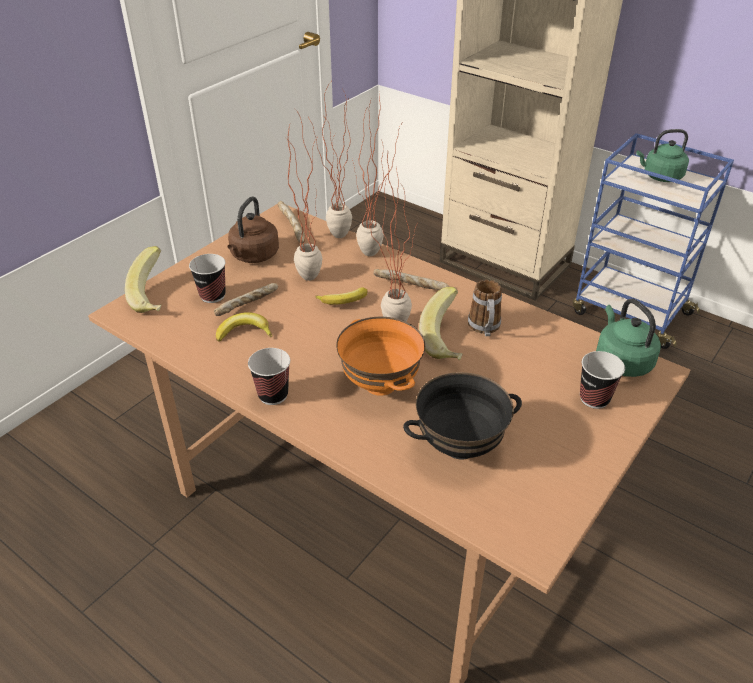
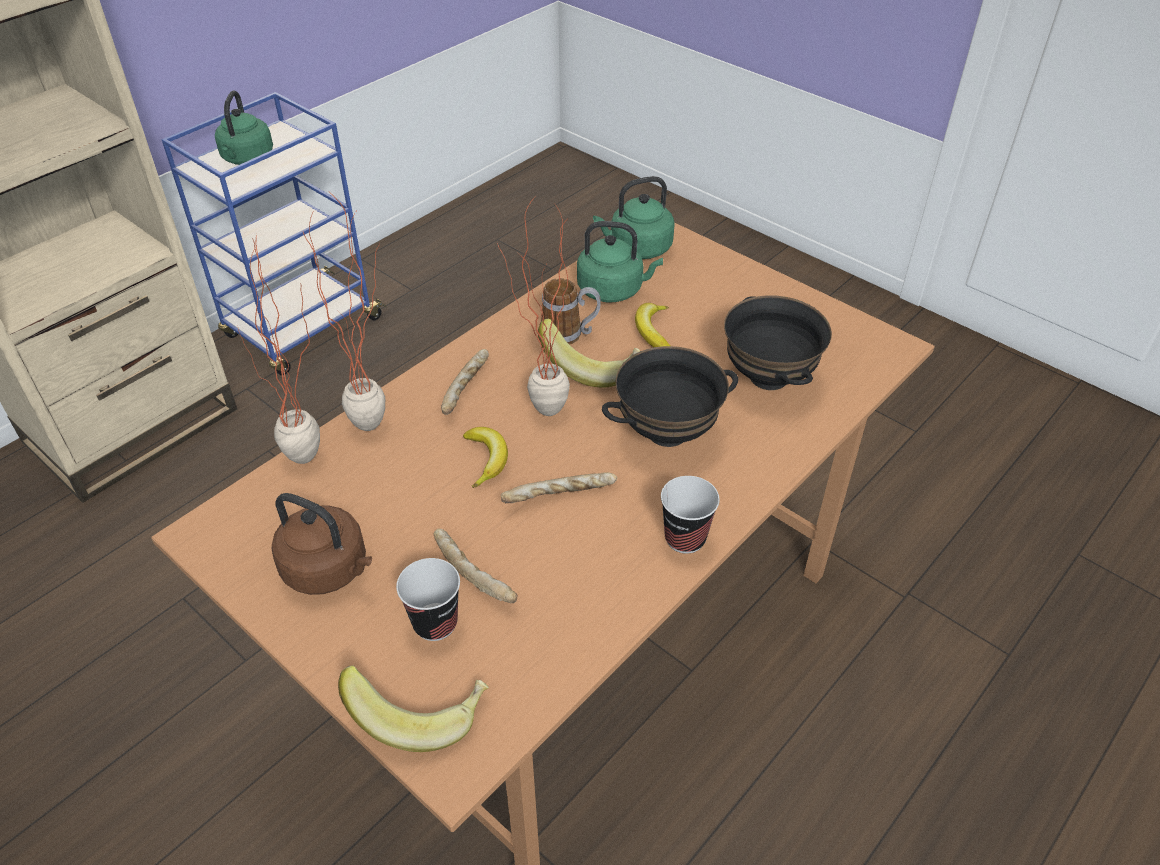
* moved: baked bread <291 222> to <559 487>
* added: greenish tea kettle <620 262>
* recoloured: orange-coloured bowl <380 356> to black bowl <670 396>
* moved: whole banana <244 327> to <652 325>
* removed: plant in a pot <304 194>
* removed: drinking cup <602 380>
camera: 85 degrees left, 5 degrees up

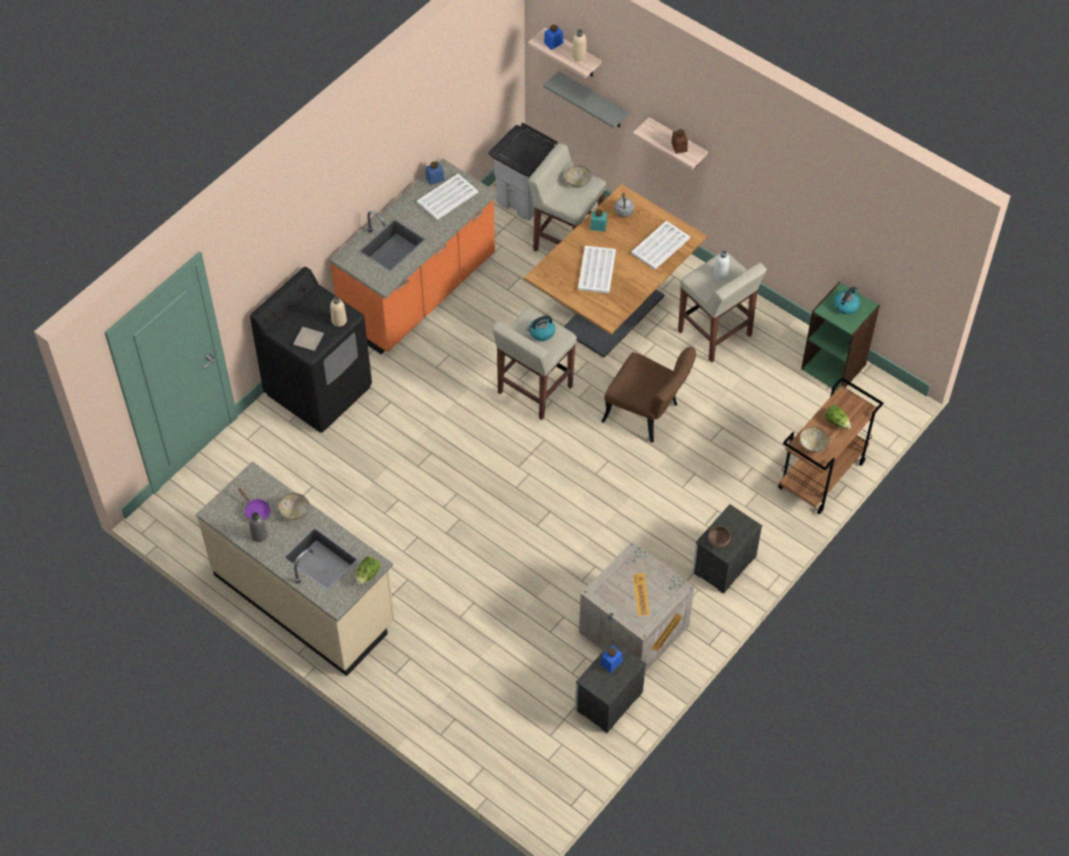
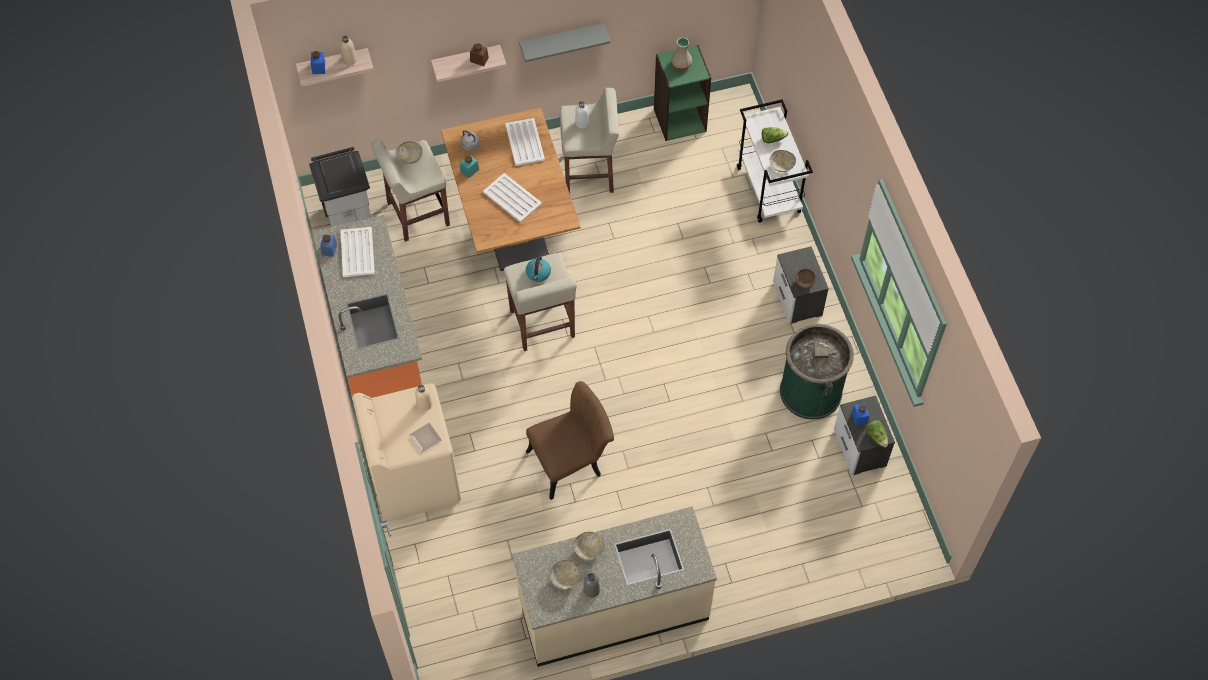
* recoloured: black washing machine <311 350> to beige washing machine <406 452>
* moved: grey bracket shelf <586 99> to <564 42>
* moved: brownish plain chair <648 395> to <570 440>
* replaced: purple pan <254 504> to bowl <565 574>
* replaced: tea kettle <847 300> to beige vase <681 53>
* recoloured: brownish cart <831 445> to white-coloured cart <775 161>
* replaced: shipping crate <636 606> to greenish trash can <817 372>
* moved: head of lettuce <368 570> to <877 433>
camera: 55 degrees left, 5 degrees up

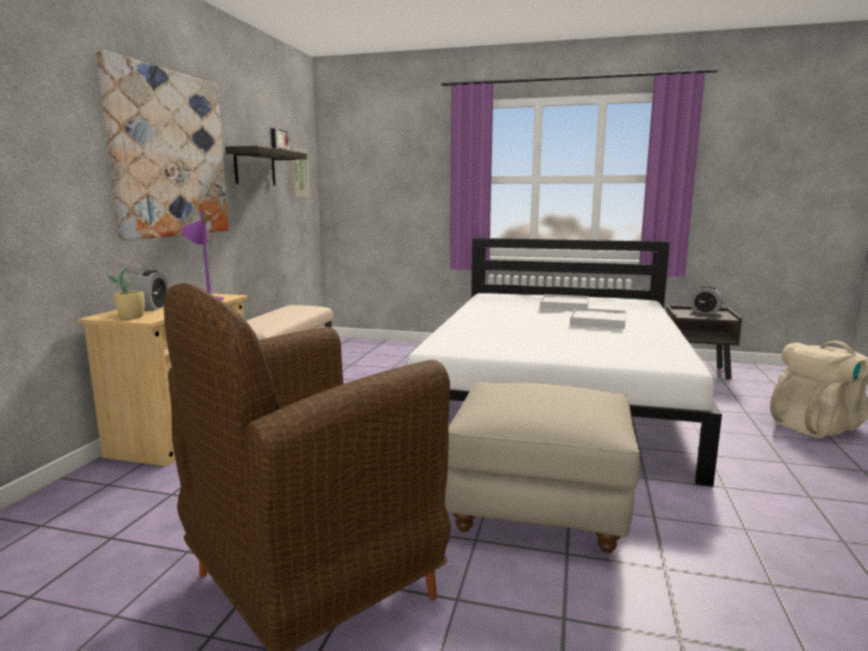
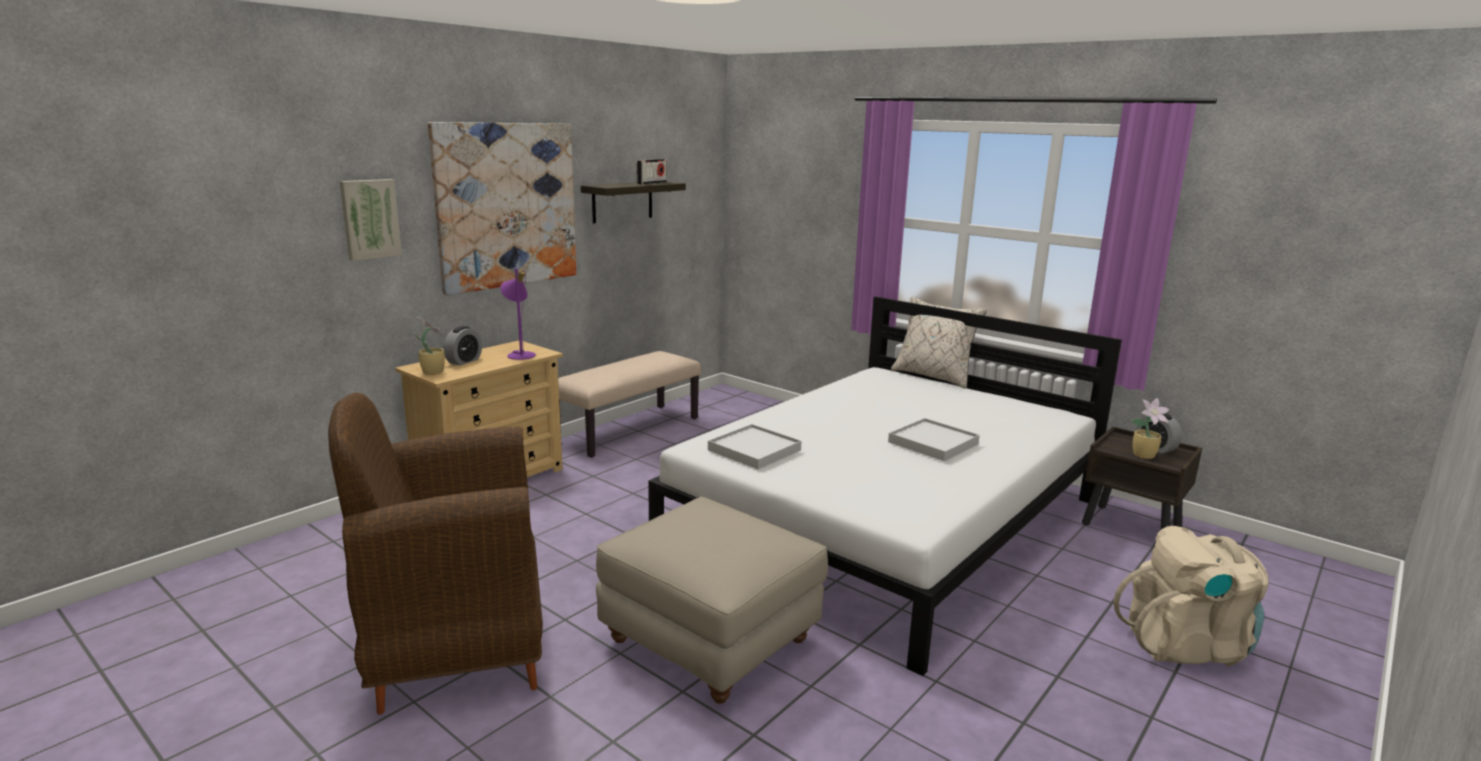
* moved: wall art <299 172> to <371 220>
* moved: white-coloured serving tray <564 302> to <755 446>
* added: beige cushion <939 343>
* added: plant in a pot <1150 428>
camera: 25 degrees right, 5 degrees up

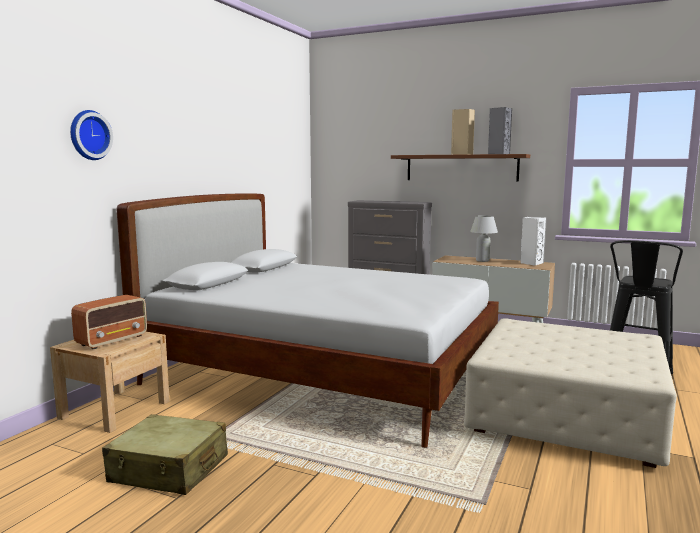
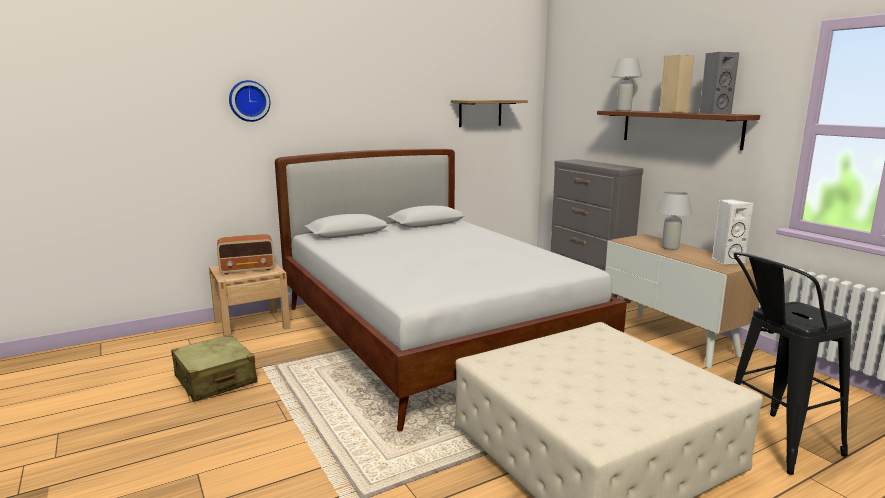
* added: bracket shelf <489 113>
* added: white-coloured lamp for a table <626 84>
camera: 35 degrees right, 5 degrees up

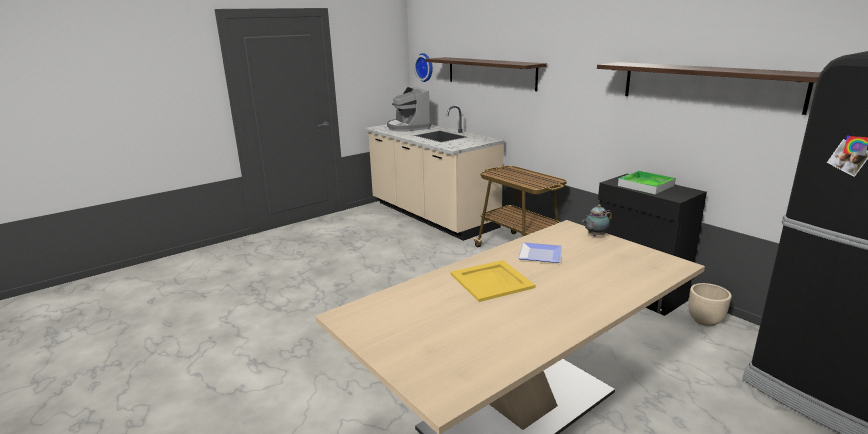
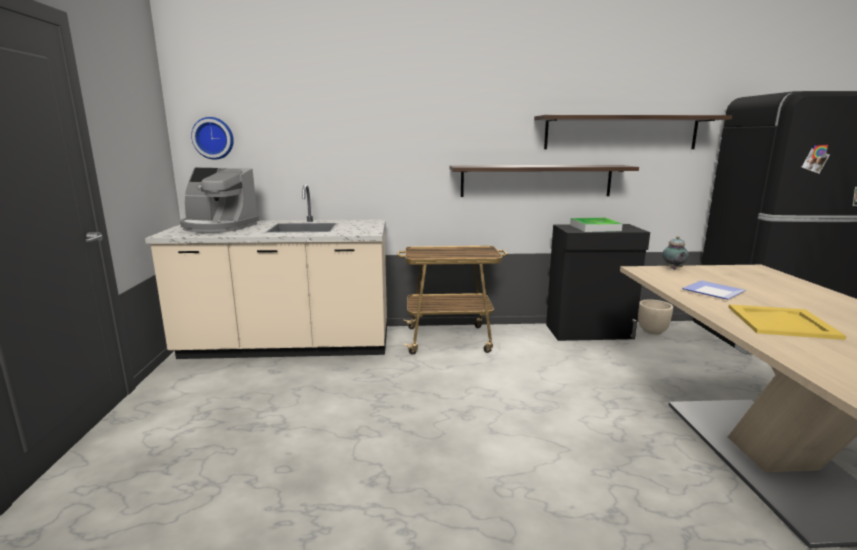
* moved: bracket shelf <486 74> to <544 181>
camera: 55 degrees left, 5 degrees down

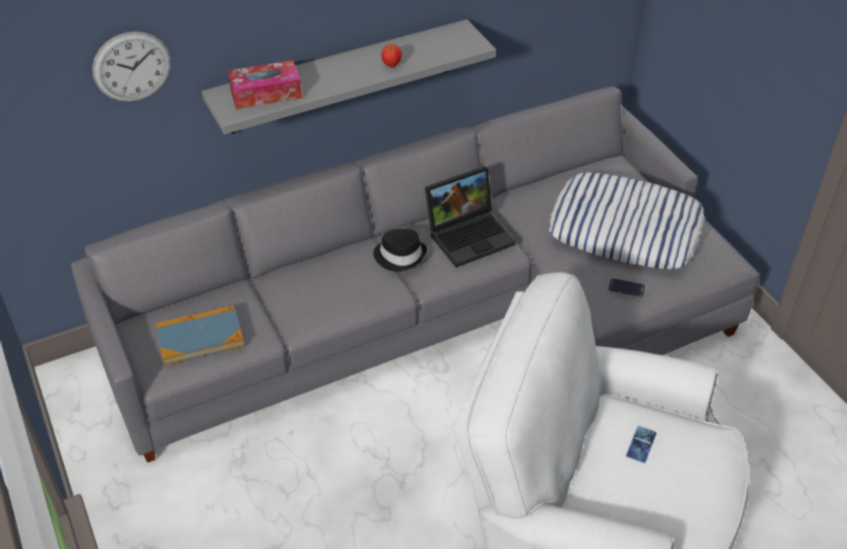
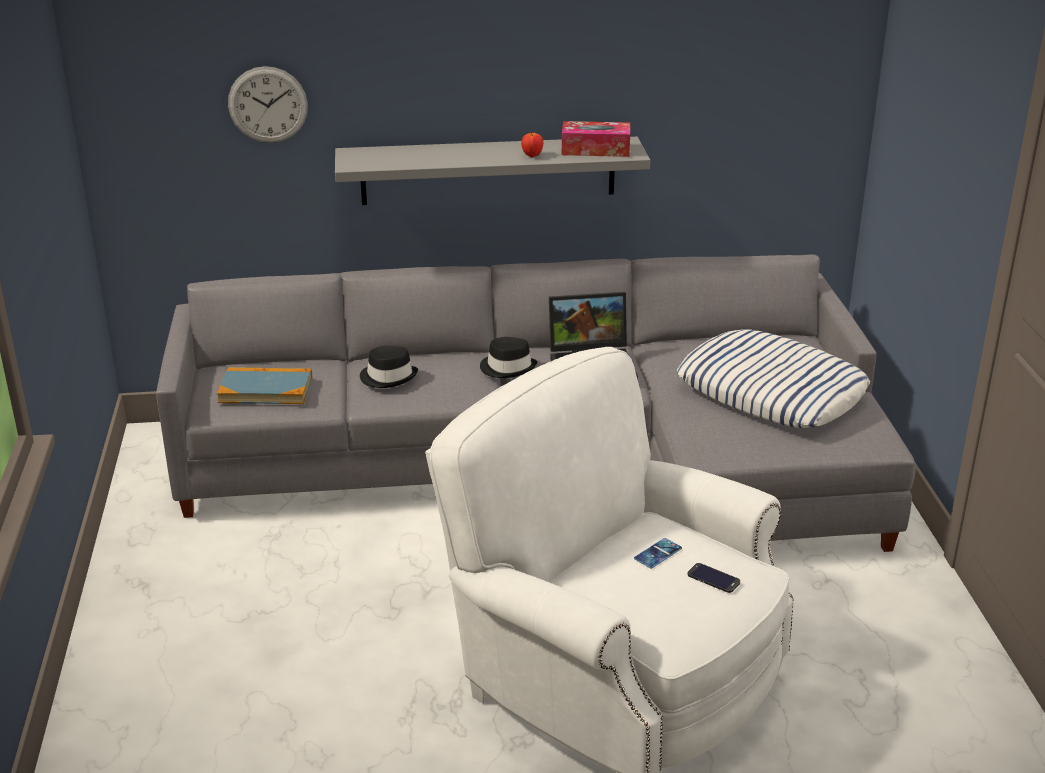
* added: black hat <389 367>
* moved: tissue box <265 84> to <596 139>
* moved: handset <626 287> to <713 578>
camera: 20 degrees right, 15 degrees down

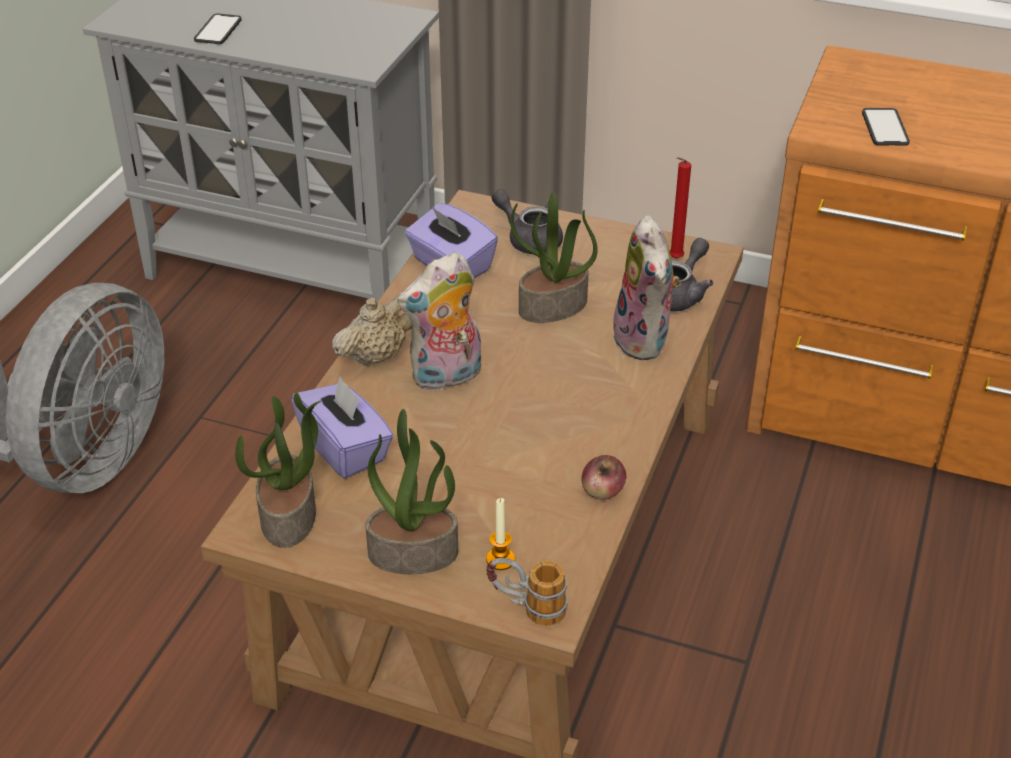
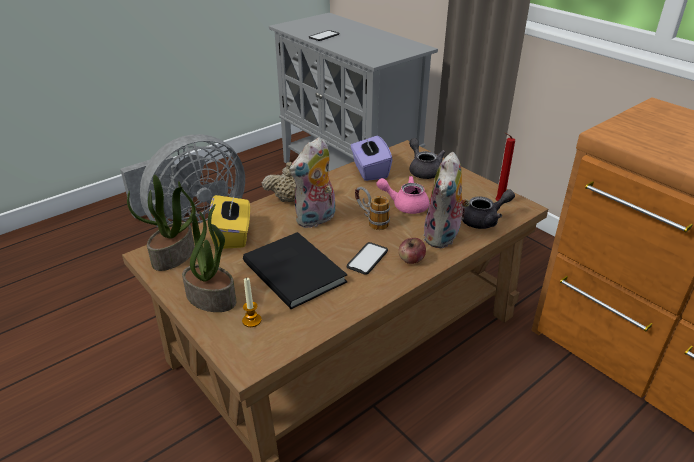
* recoloured: purple tissue box <342 427> to yellowish tissue box <229 221>
* added: black book <295 270>
* turned: plush toy <439 321> = <312 182> 45 degrees counterclockwise
* moved: handset <886 127> to <367 258>
* moved: mug <527 592> to <372 208>
* replaced: plant in a pot <554 257> to pink pot for tea <402 195>
* moved: apple <604 477> to <412 251>
camera: 30 degrees right, 5 degrees down

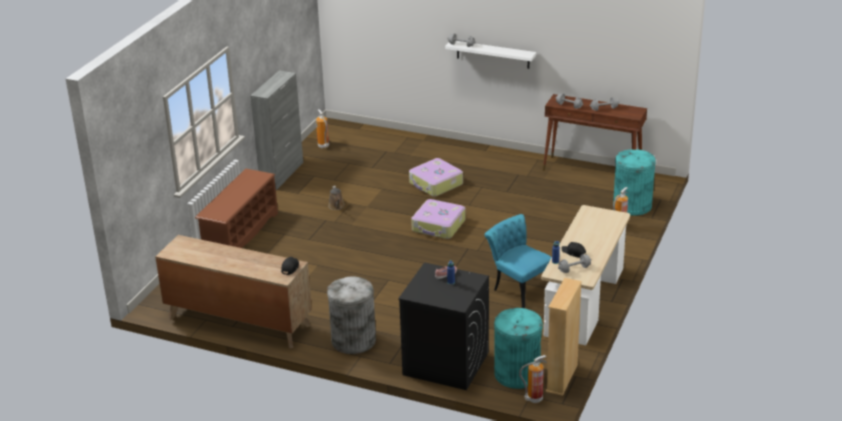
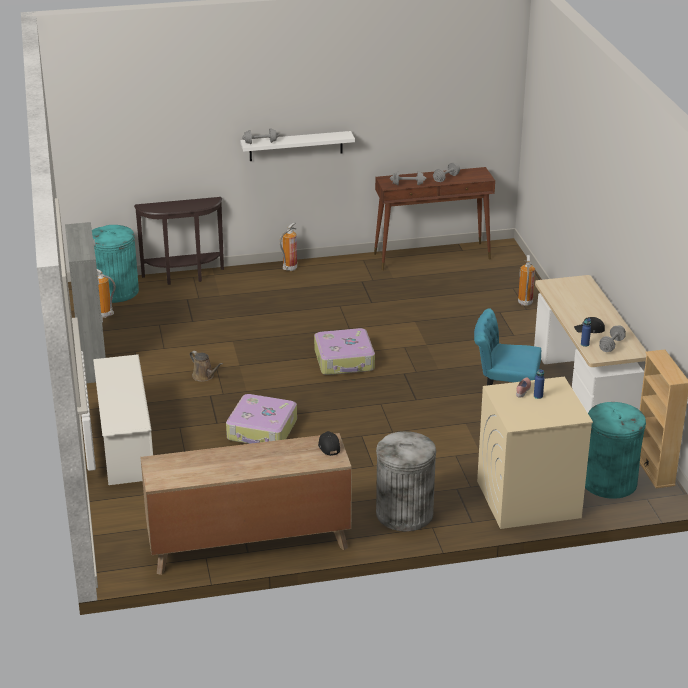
* moved: turquoise trash can <634 182> to <115 264>
* recoloured: brownish shoe rack <236 208> to white-coloured shoe rack <123 419>
* added: brownish narrow table <179 241>
* moved: travel case <436 177> to <261 419>
* moved: fire-fighting cylinder <533 379> to <288 246>
* recoloured: black washing machine <443 326> to beige washing machine <535 453>
camera: 35 degrees left, 0 degrees up

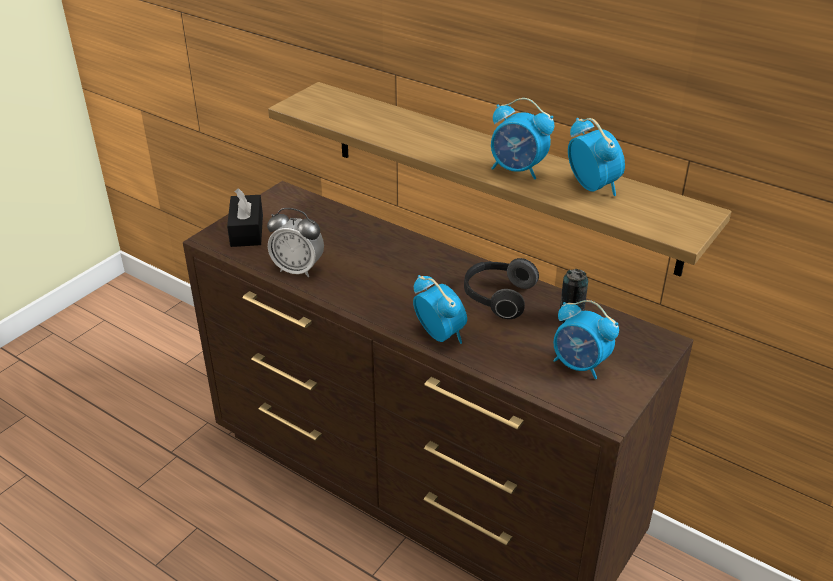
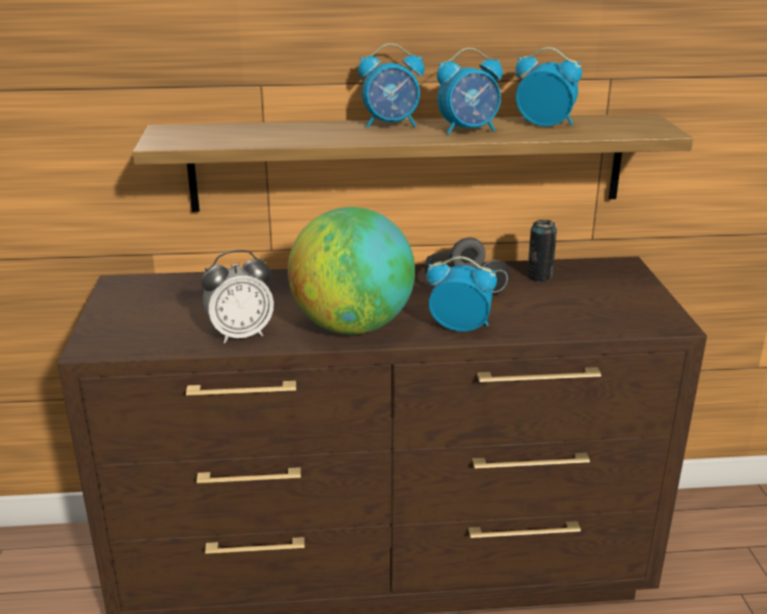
* added: globe <351 270>
* moved: alarm clock <586 339> to <391 85>
* removed: black tissue box <245 217>
camera: 40 degrees left, 10 degrees down

